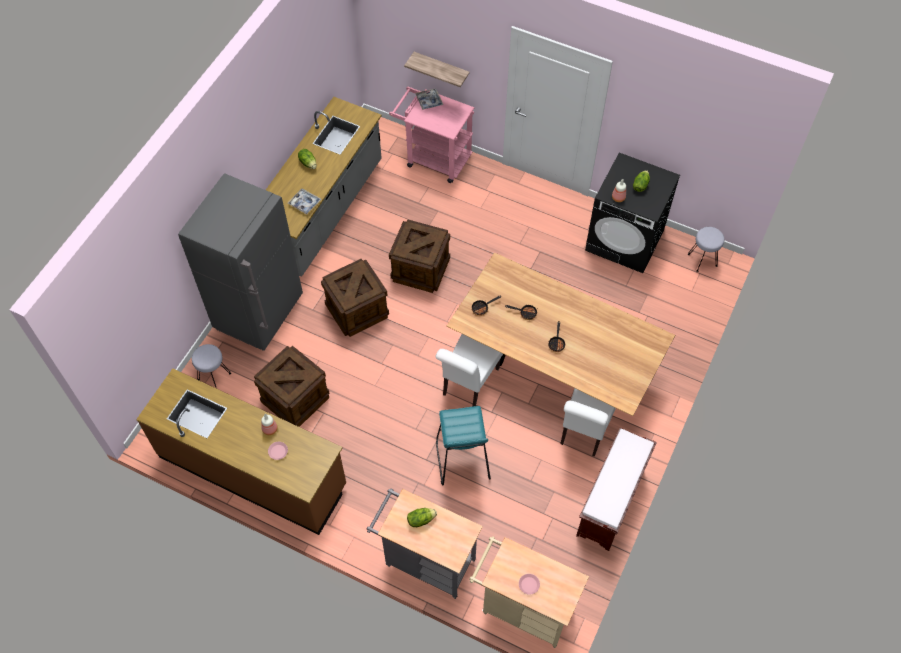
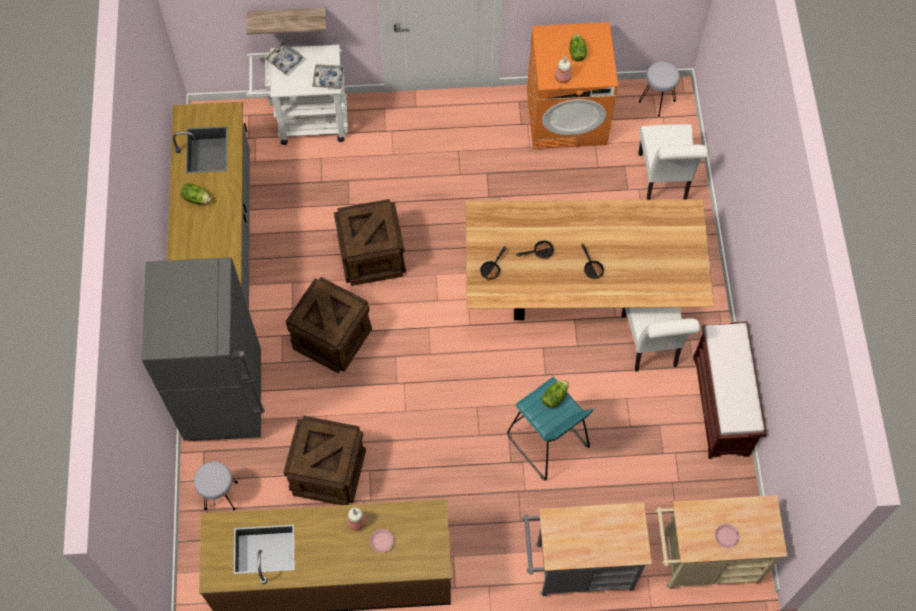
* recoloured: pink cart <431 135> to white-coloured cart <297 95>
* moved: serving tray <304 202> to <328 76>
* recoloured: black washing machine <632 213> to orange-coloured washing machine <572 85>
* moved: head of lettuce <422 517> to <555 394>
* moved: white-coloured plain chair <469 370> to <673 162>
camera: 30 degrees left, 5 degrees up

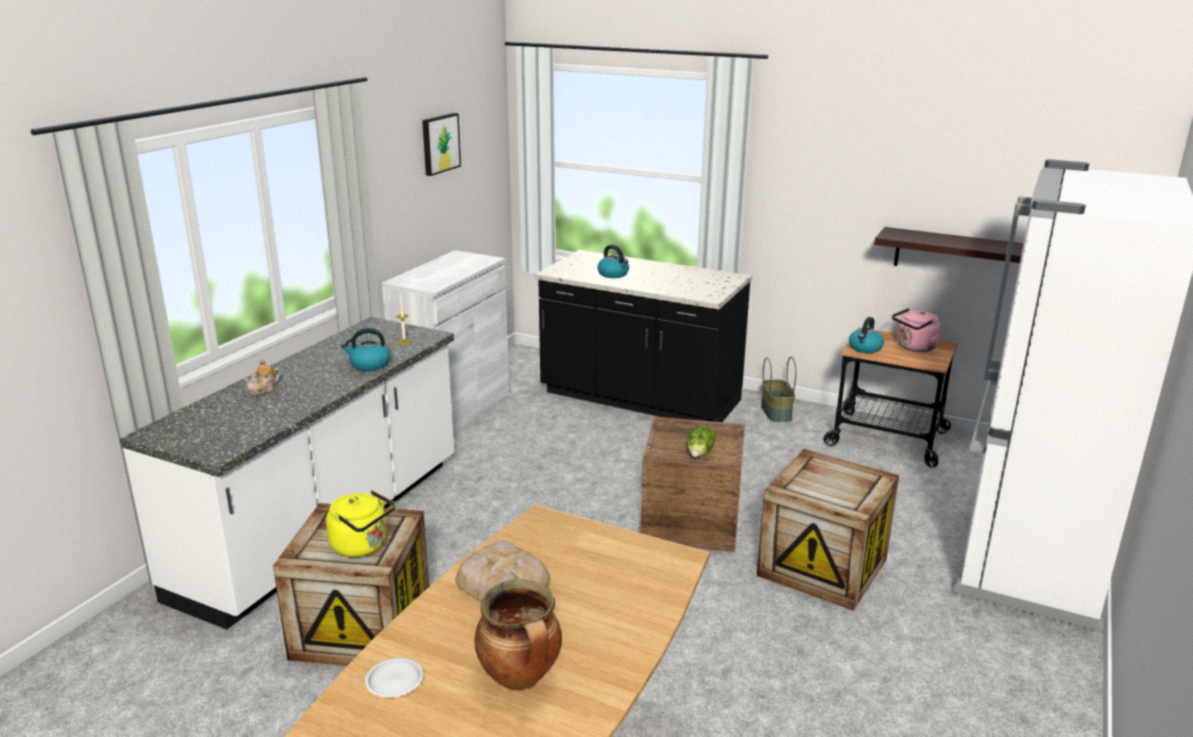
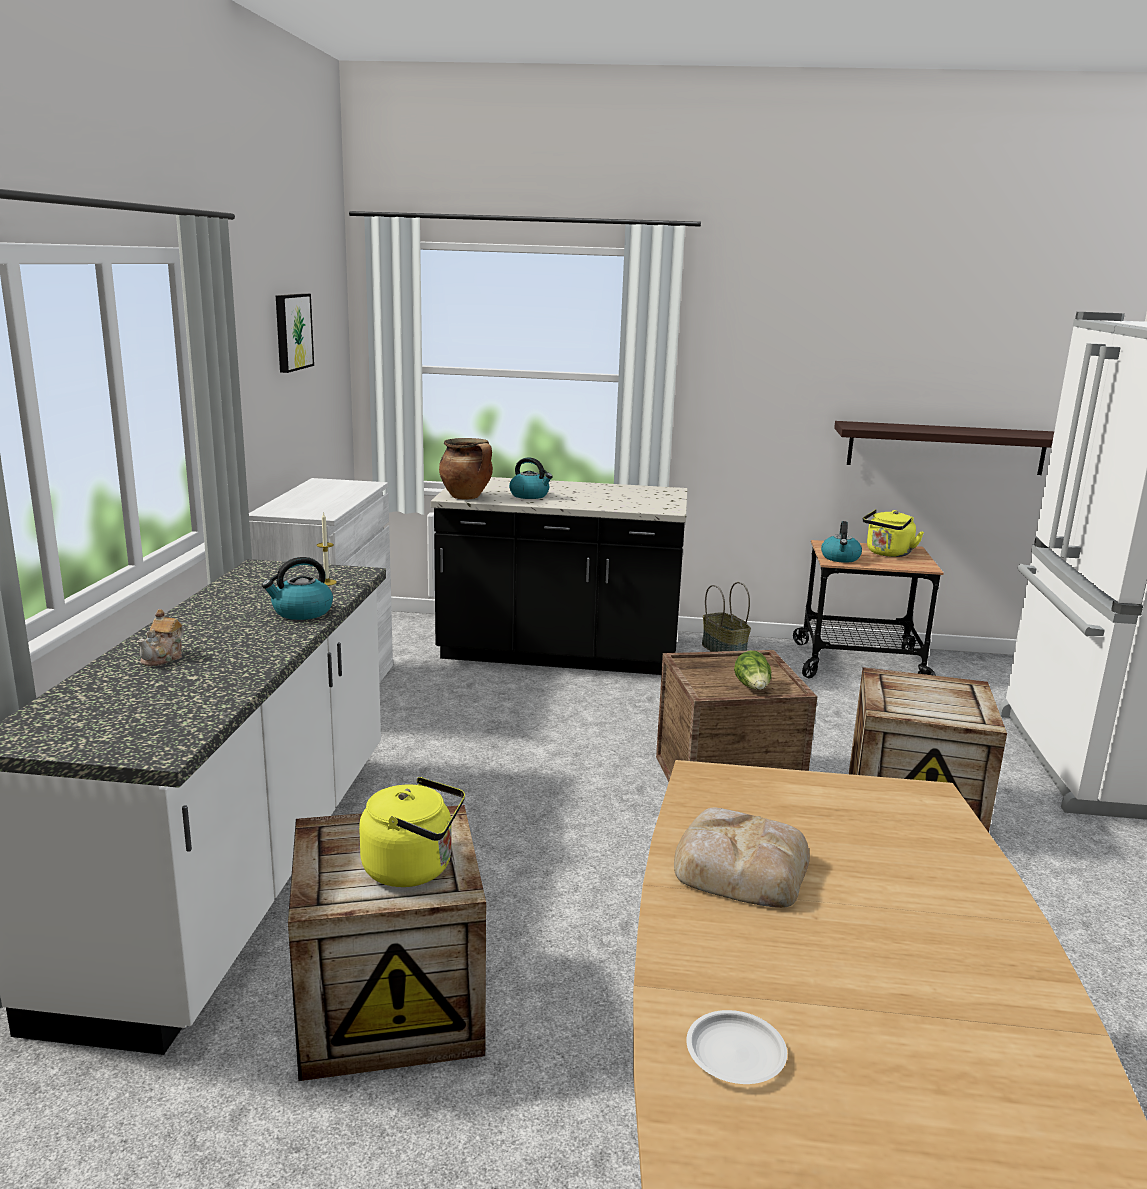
* moved: stockpot <518 634> to <466 469>
* recoloured: pink tea kettle <917 330> to yellowish tea kettle <893 533>
camera: 20 degrees left, 5 degrees down

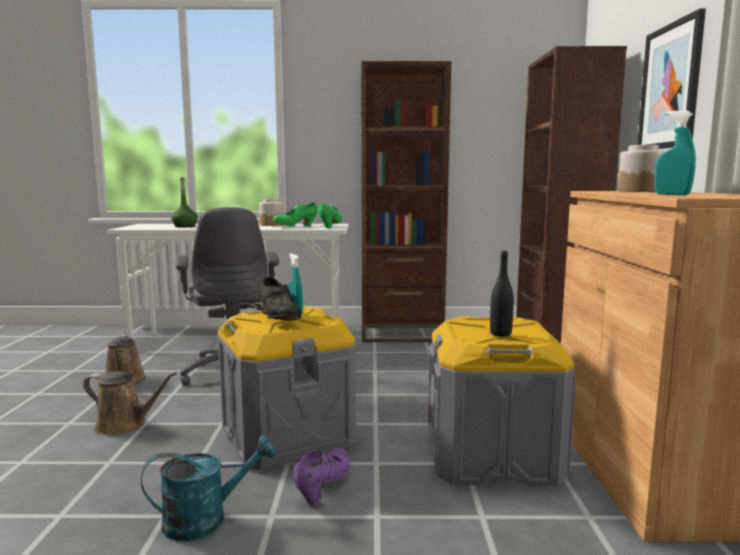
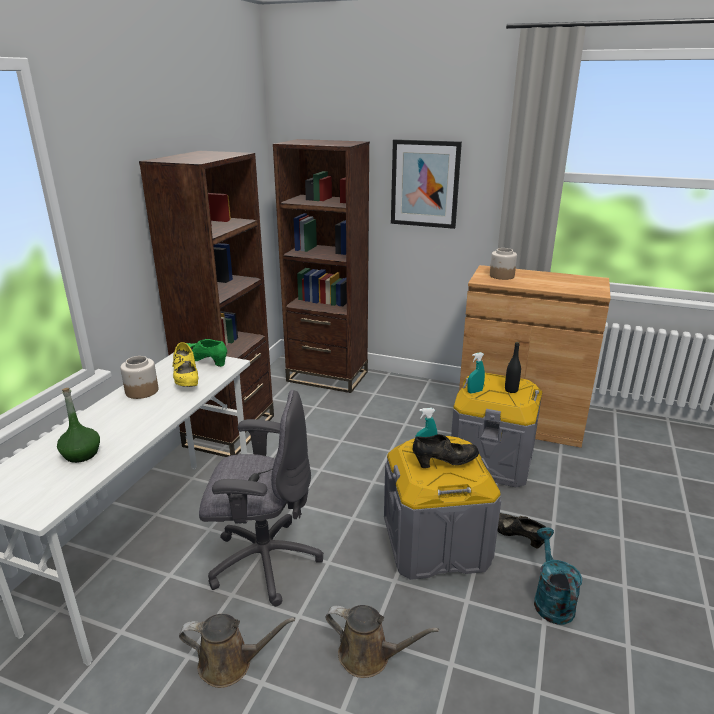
* recoloured: greenish item of footwear <295 214> to yellowish item of footwear <185 364>
* turned: brownish sprinkling can <130 403> = <382 641> 75 degrees clockwise
* moved: turquoise sprayer <675 152> to <476 373>
* recoloured: purple item of footwear <322 476> to black item of footwear <522 531>
camera: 70 degrees left, 15 degrees up

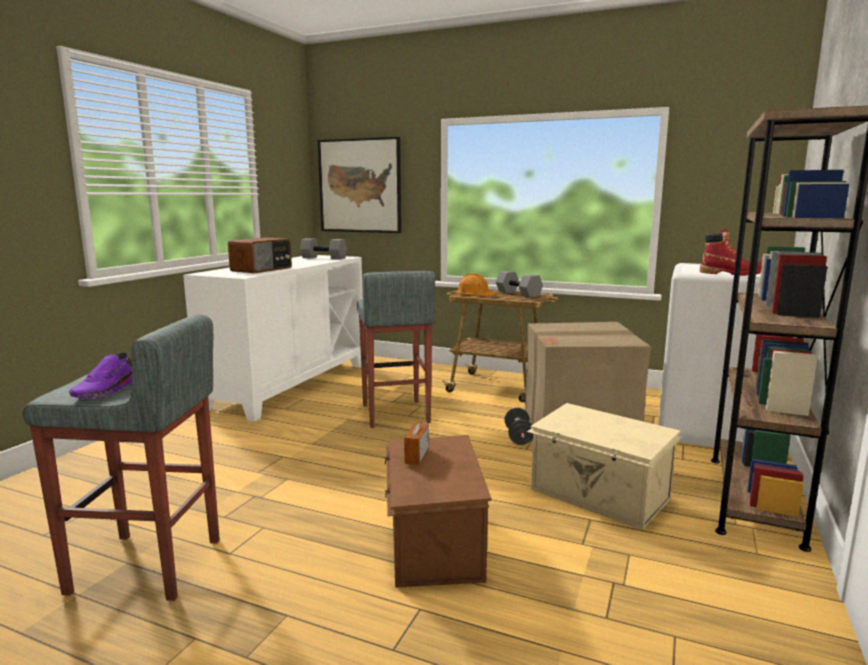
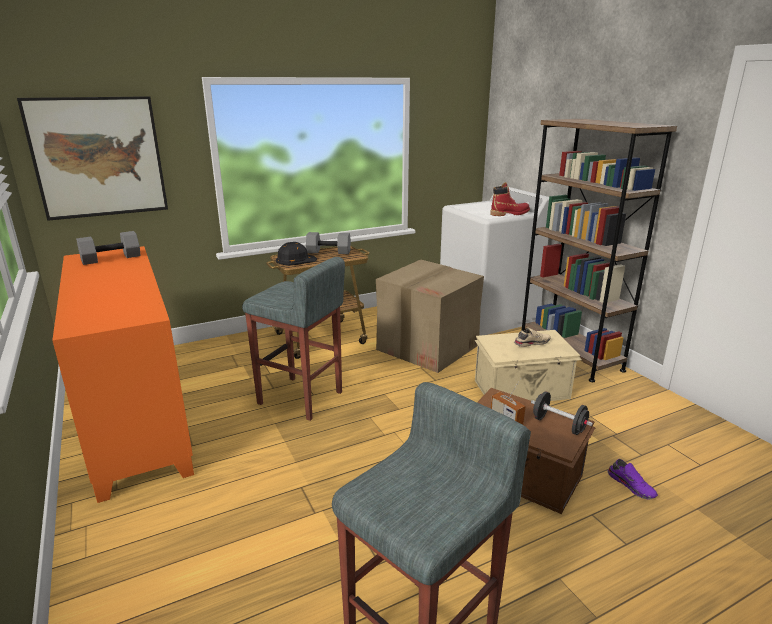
* recoloured: white-coloured cabinet <273 338> to orange-coloured cabinet <123 374>
* recoloured: orange-coloured hard hat <477 284> to black hard hat <296 253>
* added: beige item of footwear <532 337>
* moved: black dumbbell <518 426> to <562 413>
* moved: purple item of footwear <100 375> to <633 479>
* removed: radio set <260 255>
camera: 50 degrees left, 10 degrees up

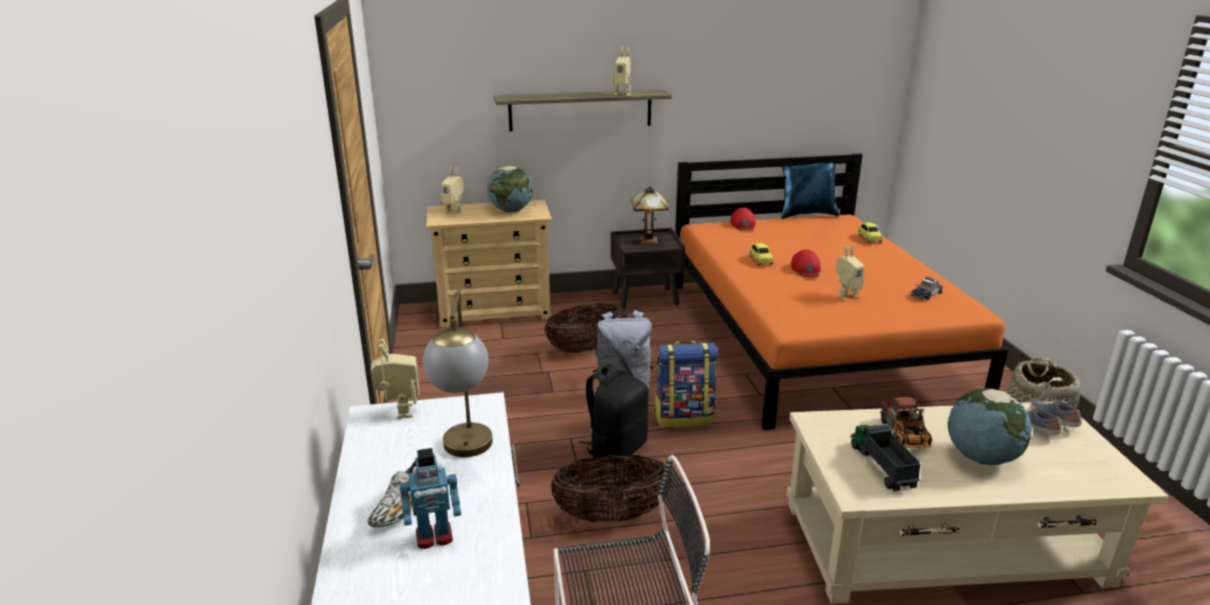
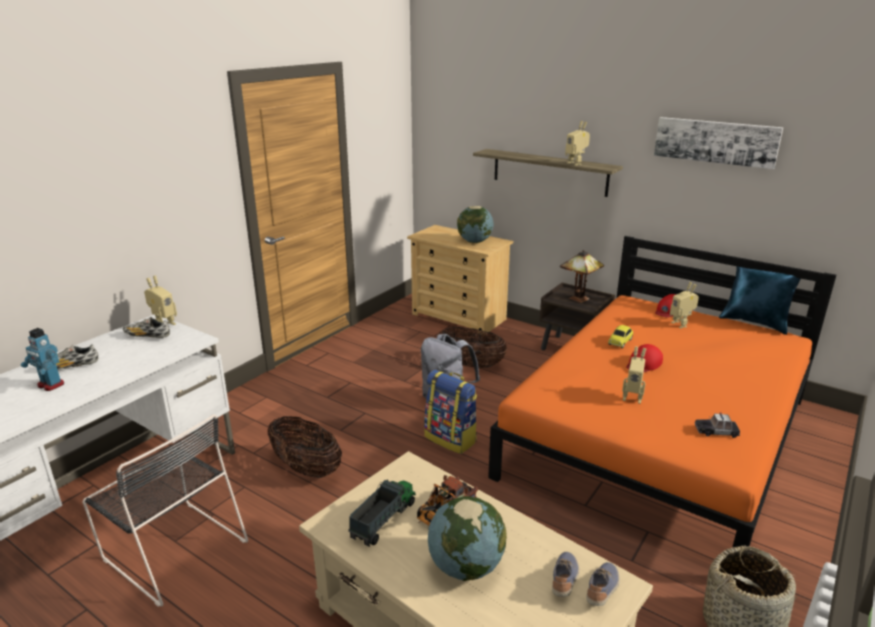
* added: item of footwear <146 327>
* added: wall art <718 143>
* moved: robot figure <452 190> to <684 305>
* removed: lamp for a table <458 372>
* removed: black rucksack <613 414>
* removed: miniature car <870 233>
camera: 45 degrees right, 0 degrees up

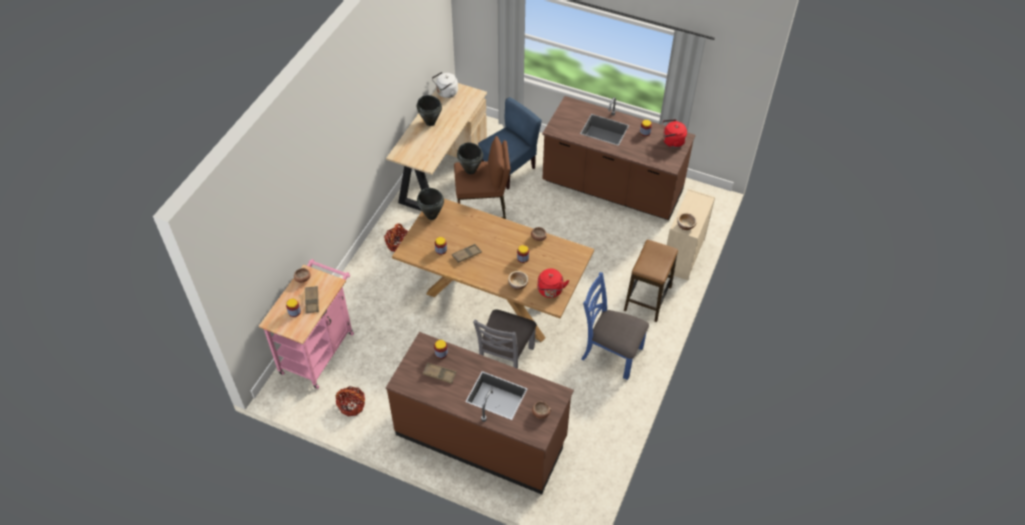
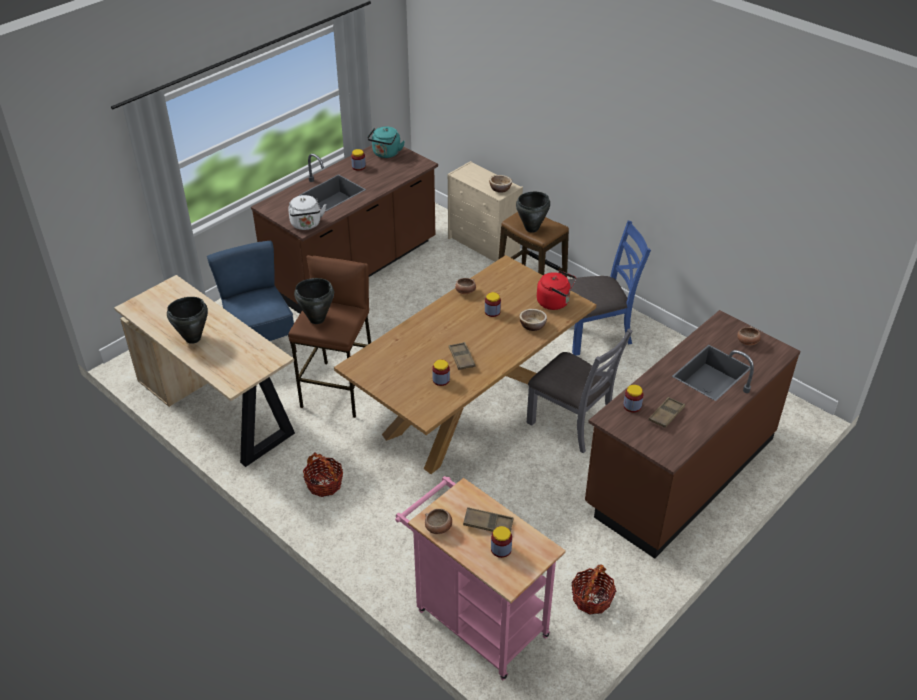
* moved: white-coloured tea kettle <445 85> to <307 212>
* recoloured: red tea kettle <675 133> to turquoise tea kettle <386 142>
* moved: black stockpot <430 204> to <533 212>
* turned: bluish plain chair <615 326> = <609 288> 150 degrees counterclockwise
camera: 70 degrees left, 10 degrees down

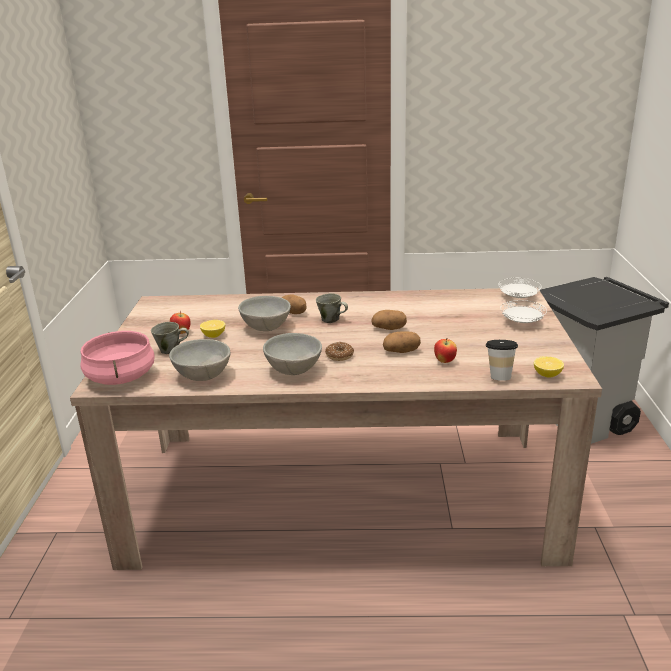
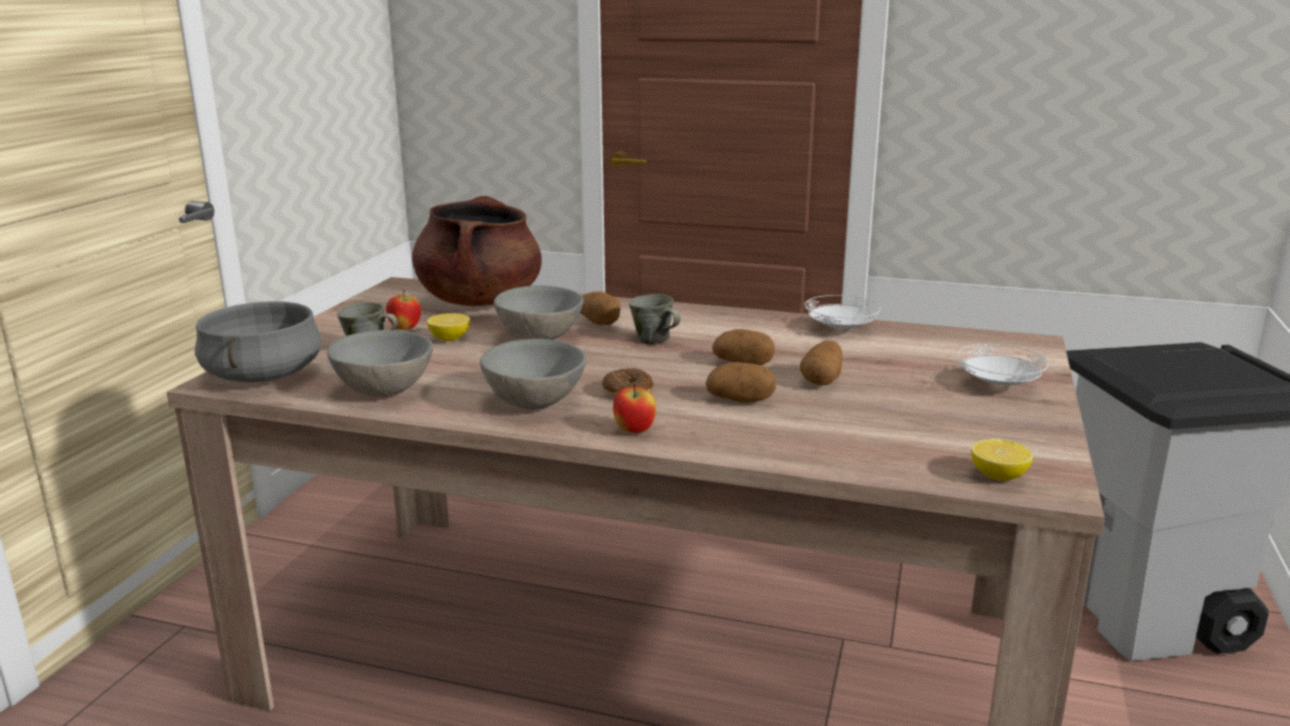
* recoloured: pink stockpot <117 358> to grey stockpot <258 341>
* added: brownish stockpot <477 251>
* moved: apple <445 350> to <634 408>
* added: whole potato <821 362>
* moved: white-coloured plate <520 288> to <842 312>
* removed: drinking cup <502 360>
camera: 15 degrees right, 5 degrees down

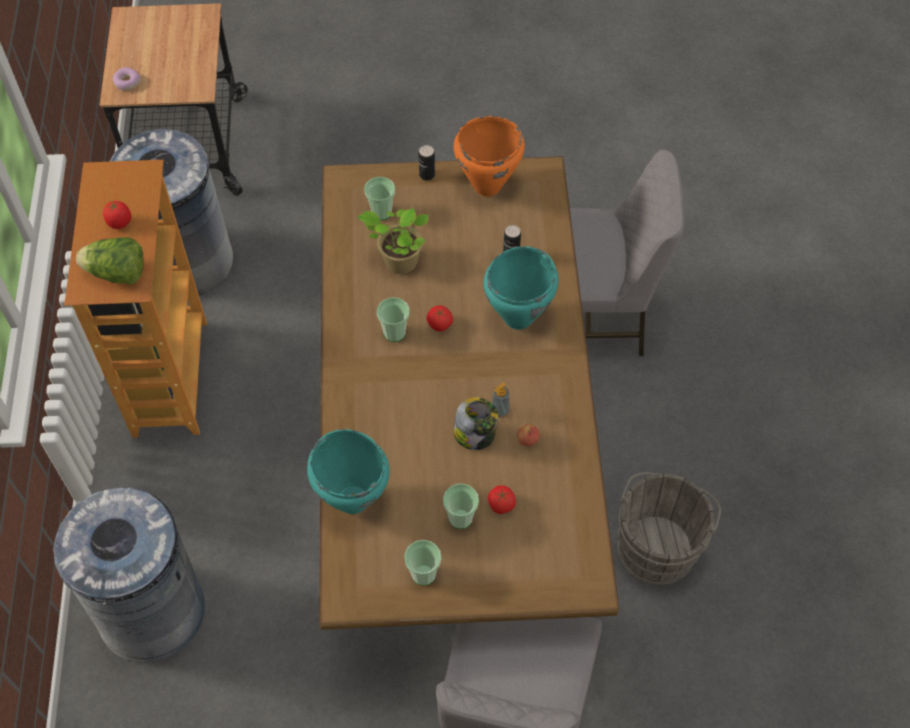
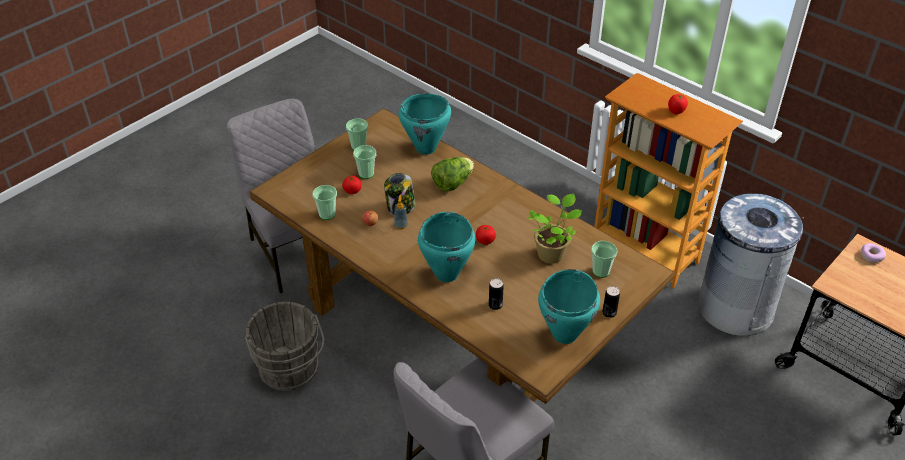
* moved: drinking cup <393 320> to <324 202>
* moved: head of lettuce <110 260> to <452 174>
* recoloured: orange-coloured stockpot <489 156> to turquoise stockpot <569 306>
* removed: grey trash can <129 574>
camera: 135 degrees right, 15 degrees down

